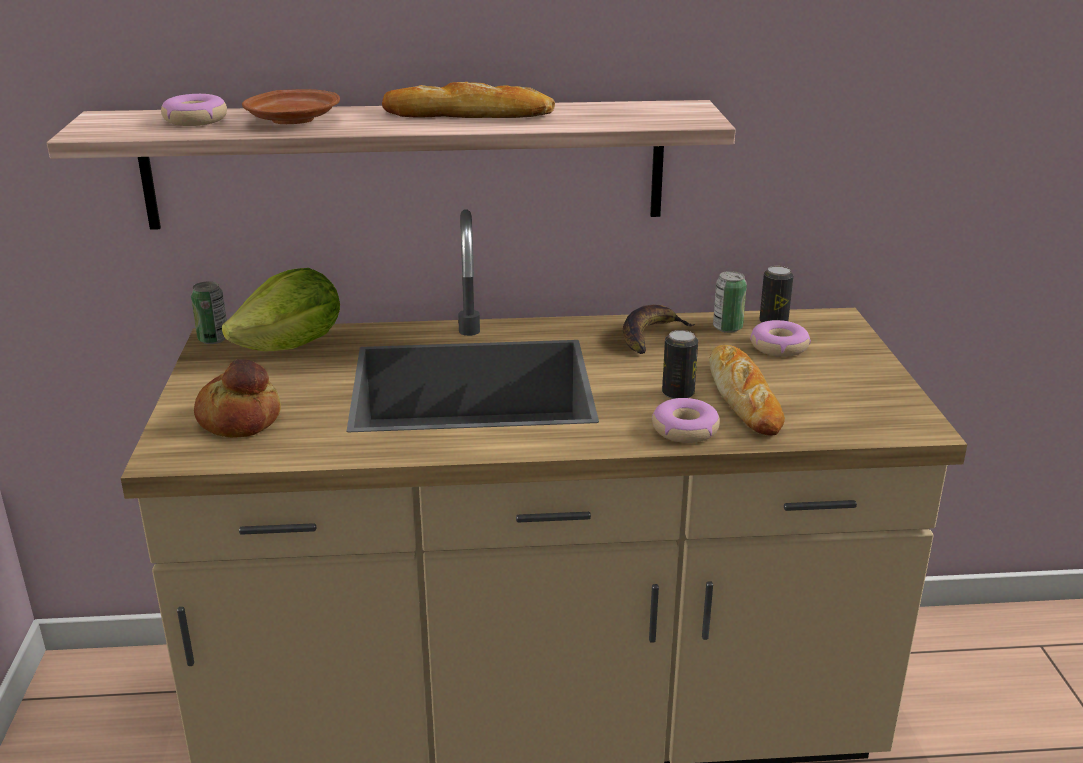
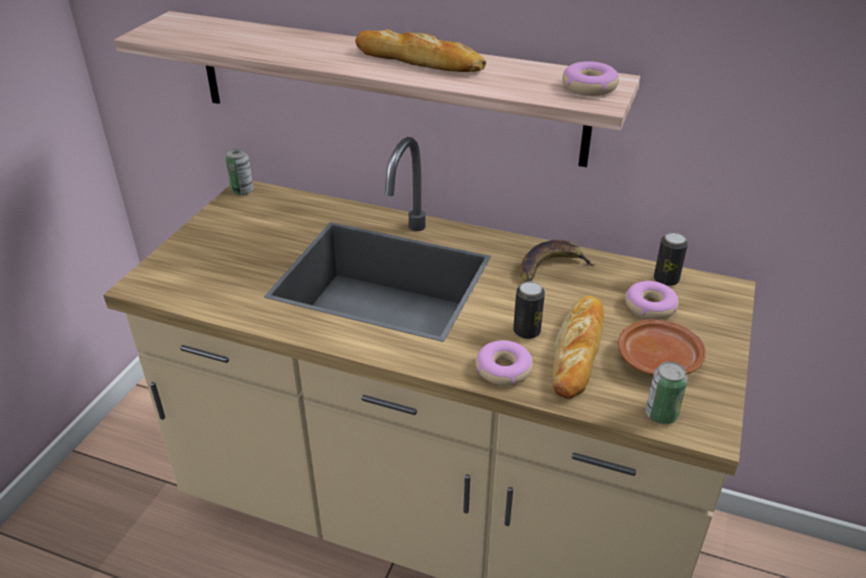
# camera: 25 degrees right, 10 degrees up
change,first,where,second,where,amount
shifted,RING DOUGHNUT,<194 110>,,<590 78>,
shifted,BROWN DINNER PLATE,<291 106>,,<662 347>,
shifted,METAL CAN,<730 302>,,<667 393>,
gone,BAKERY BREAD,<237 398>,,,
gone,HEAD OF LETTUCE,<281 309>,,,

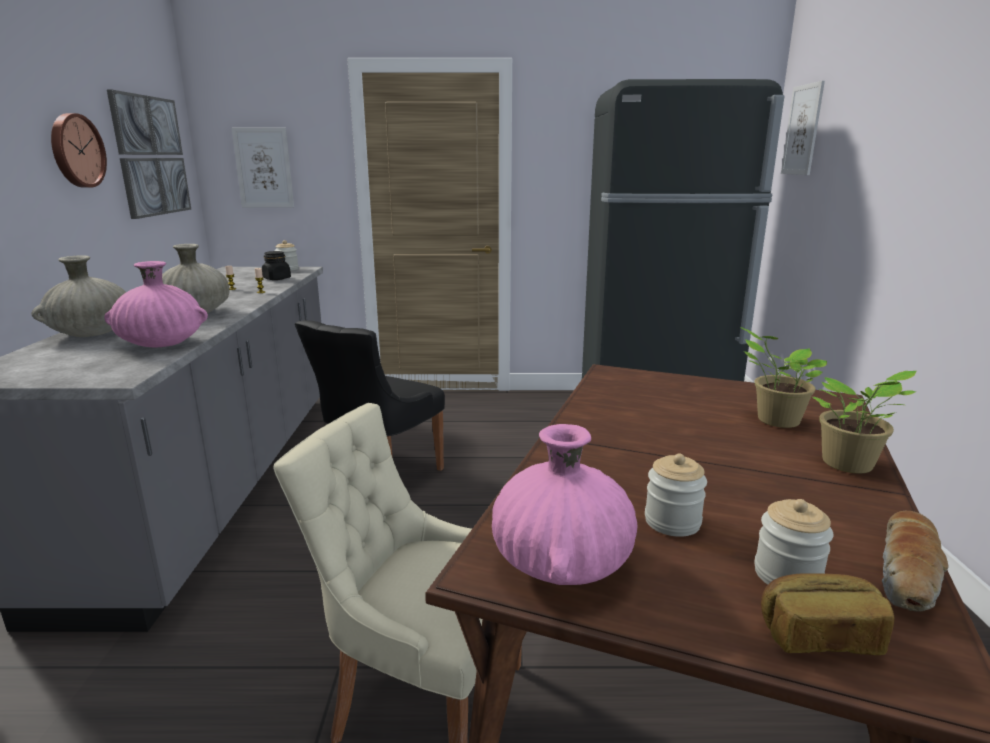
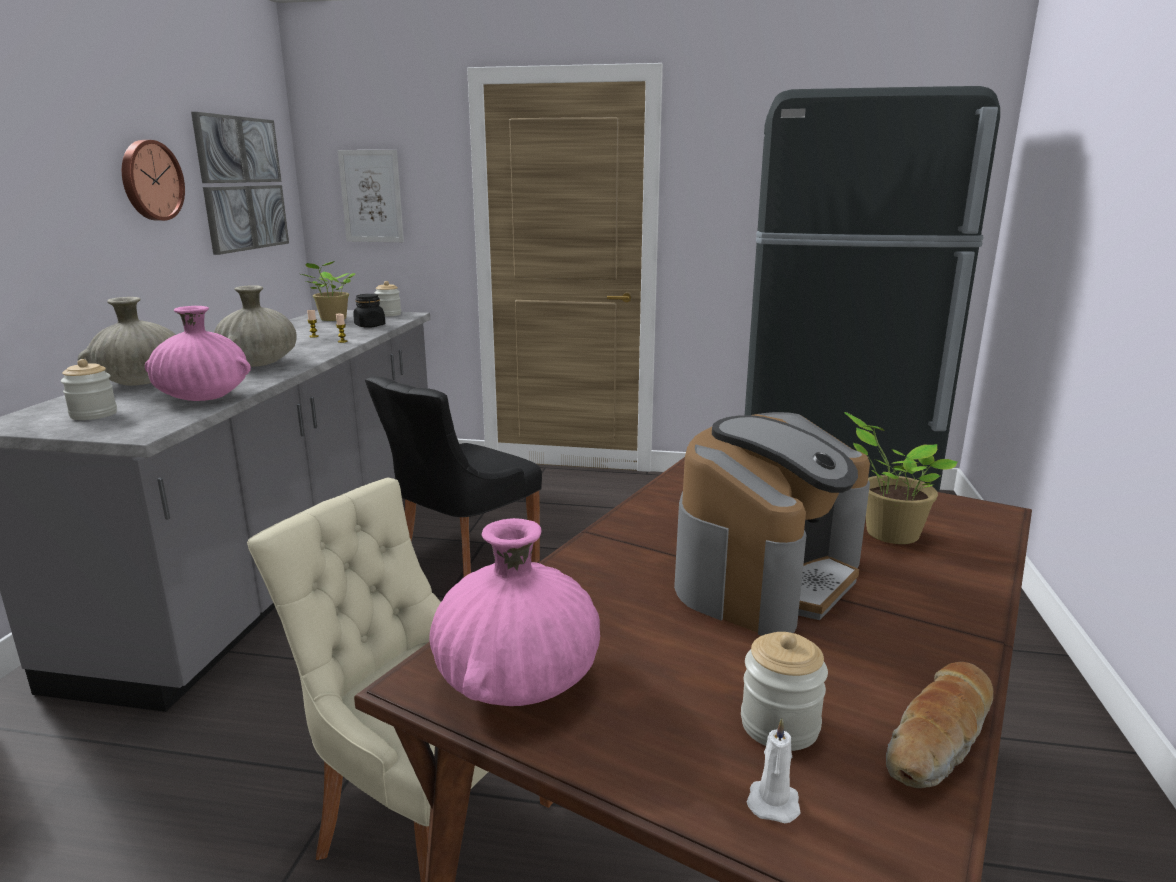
# camera: 10 degrees right, 0 degrees up
change,first,where,second,where,amount
shifted,JAR,<676 495>,,<89 389>,
shifted,PLANT IN A POT,<864 422>,,<328 291>,
new,,,COFFEE MAKER,<772 524>,
swapped,BAKERY BREAD,<827 614>,WHITISH WAX CANDLE,<774 770>,
gone,WALL ART,<803 128>,,,

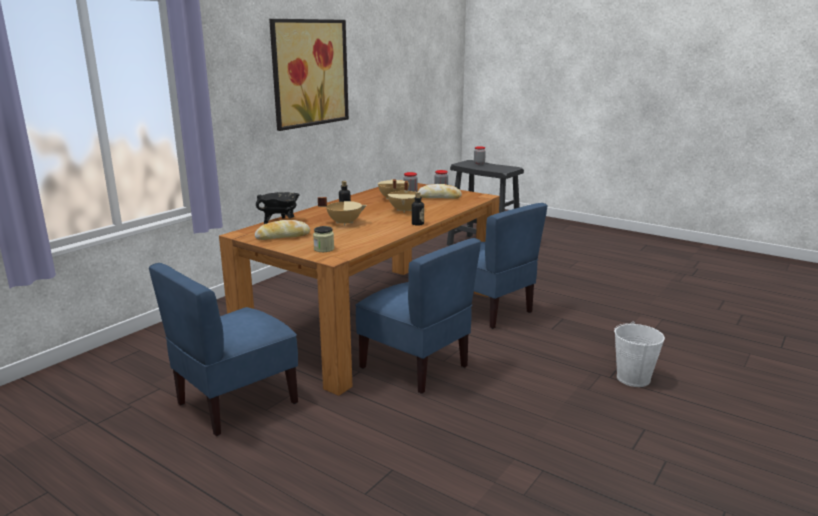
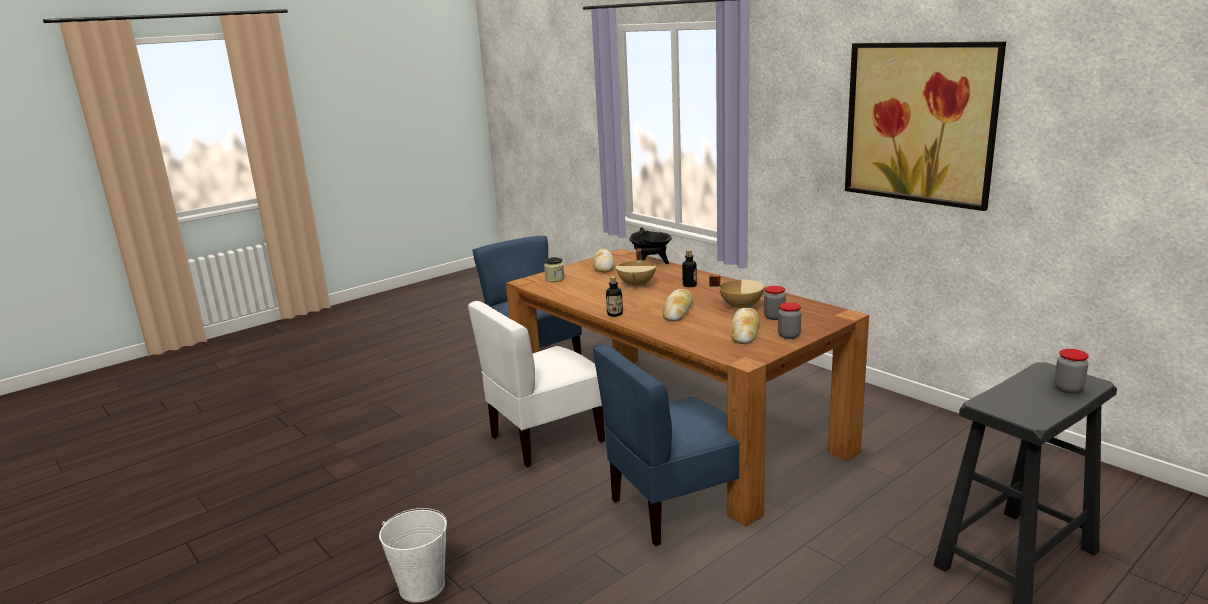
# camera: 105 degrees right, 0 degrees up
change,first,where,second,where,amount
repainted,BLUE-COLOURED UPRIGHT CHAIR,<418 316>,WHITISH UPRIGHT CHAIR,<536 384>,
swapped,SAND-COLOURED SAUCEPOT,<402 197>,BAKERY BREAD,<678 305>,

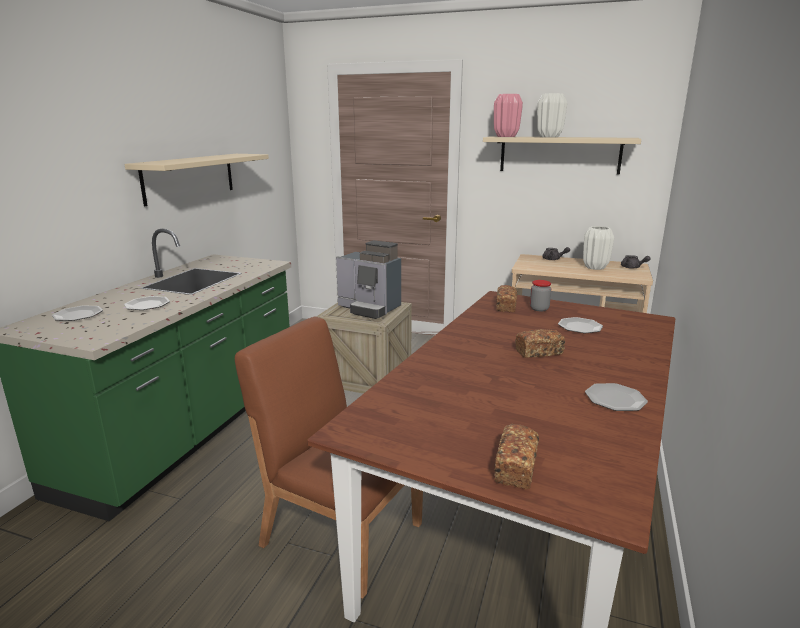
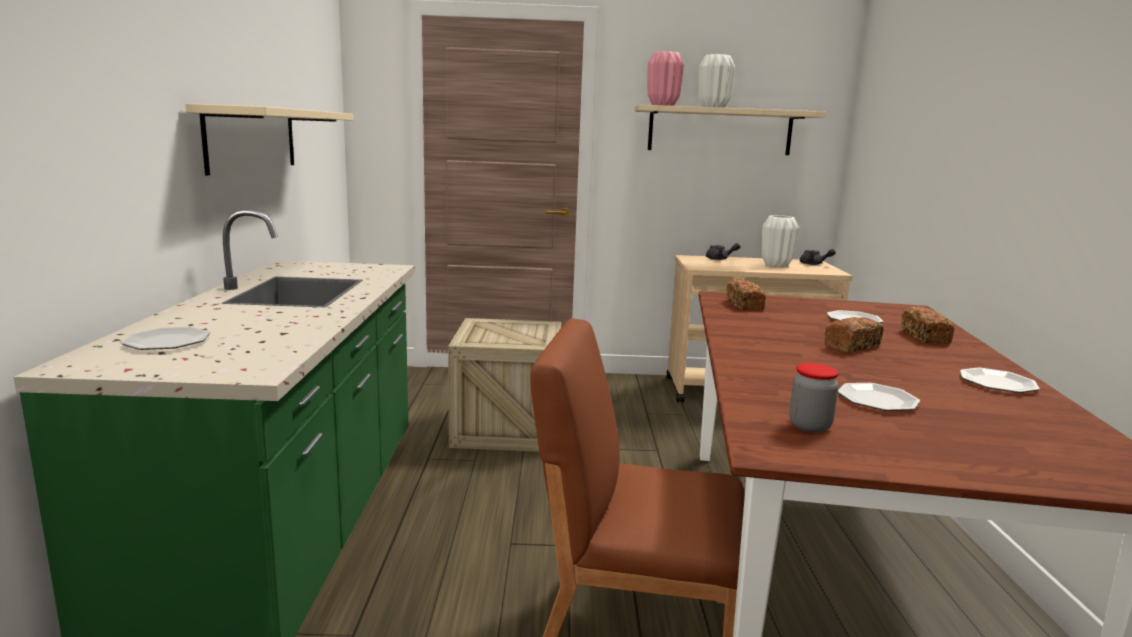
# camera: 20 degrees left, 5 degrees down
change,first,where,second,where,amount
shifted,JAR,<540 295>,,<814 398>,
shifted,DINNER PLATE,<147 303>,,<879 397>,
shifted,BAKERY BREAD,<517 457>,,<927 325>,
gone,COFFEE MAKER,<368 279>,,,

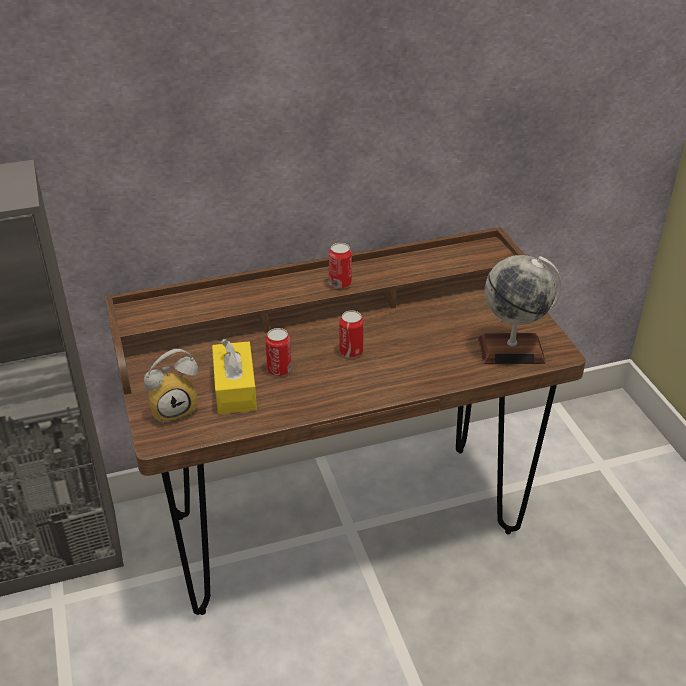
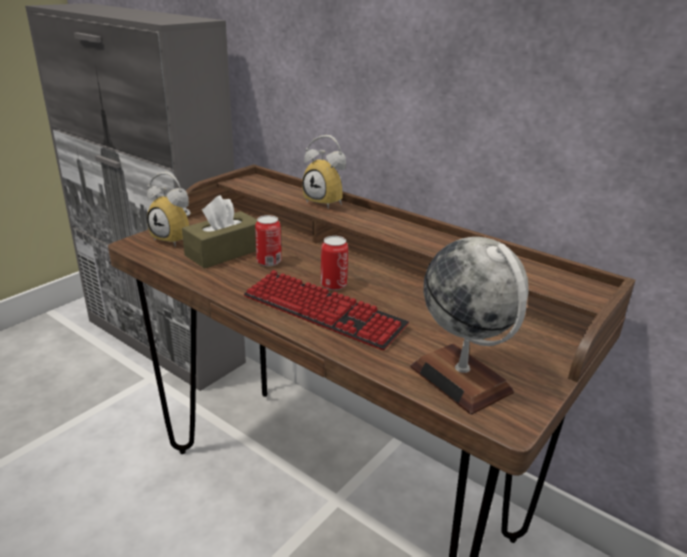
# camera: 55 degrees right, 10 degrees down
change,first,where,second,where,amount
repainted,YELLOW-COLOURED BOX OF TISSUES,<234 376>,BROWN BOX OF TISSUES,<219 232>,
new,,,PC KEYBOARD,<326 310>,
new,,,ALARM CLOCK,<324 172>,
gone,METAL CAN,<340 266>,,,

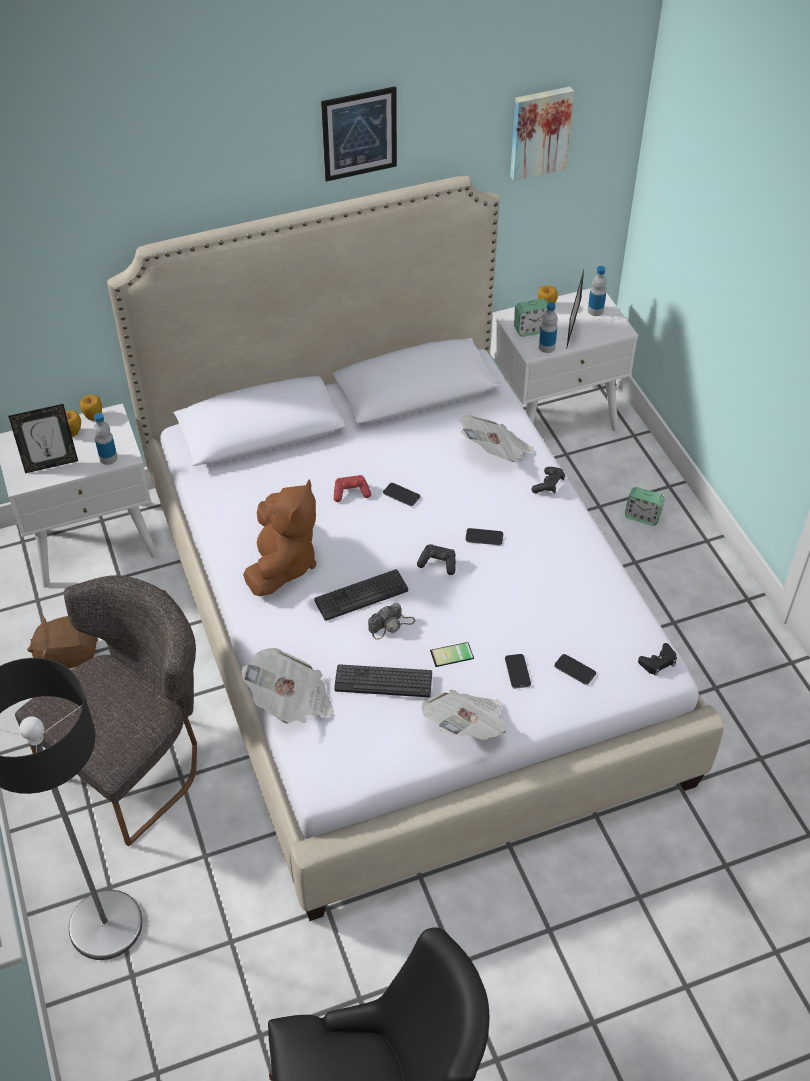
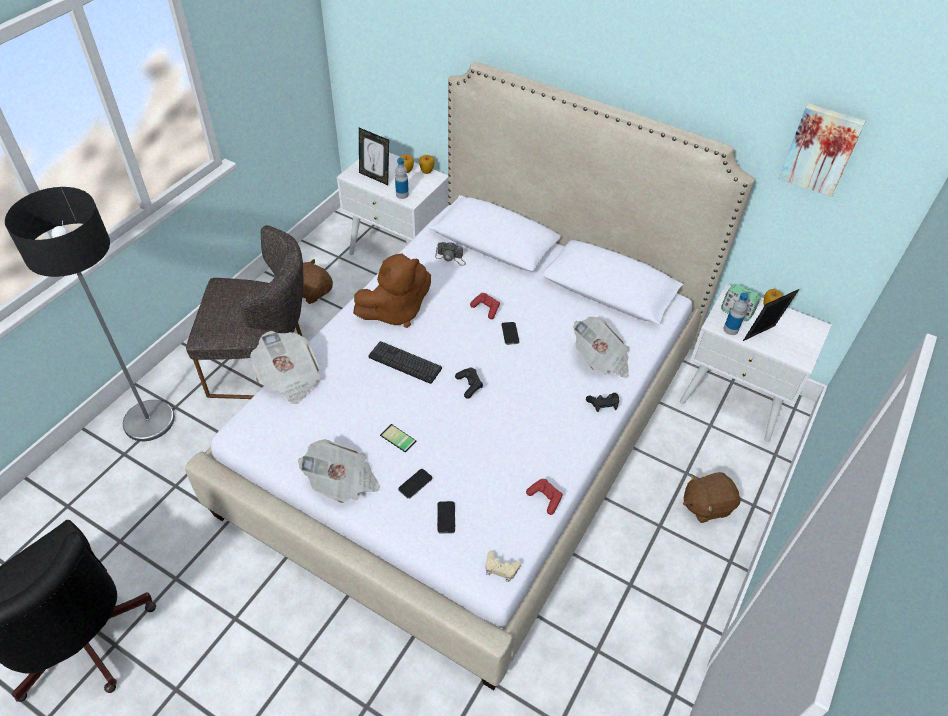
# camera: 50 degrees right, 0 degrees up
change,first,where,second,where,amount
shifted,STILL CAMERA,<391 621>,,<450 254>,
repainted,BLACKISH GAME CONTROLLER,<657 659>,SAND-COLOURED GAME CONTROLLER,<503 566>,
new,,,RED-COLOURED GAME CONTROLLER,<544 497>,
swapped,ALARM CLOCK,<645 506>,BROWN SOFT TOY,<712 497>,
gone,WALL ART,<359 133>,,,
gone,PC KEYBOARD,<383 680>,,,
gone,HANDSET,<484 536>,,,
gone,BEVERAGE BOTTLE,<597 291>,,,

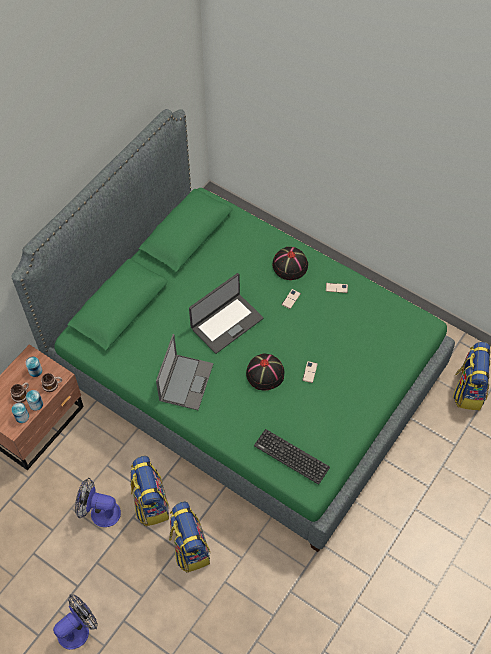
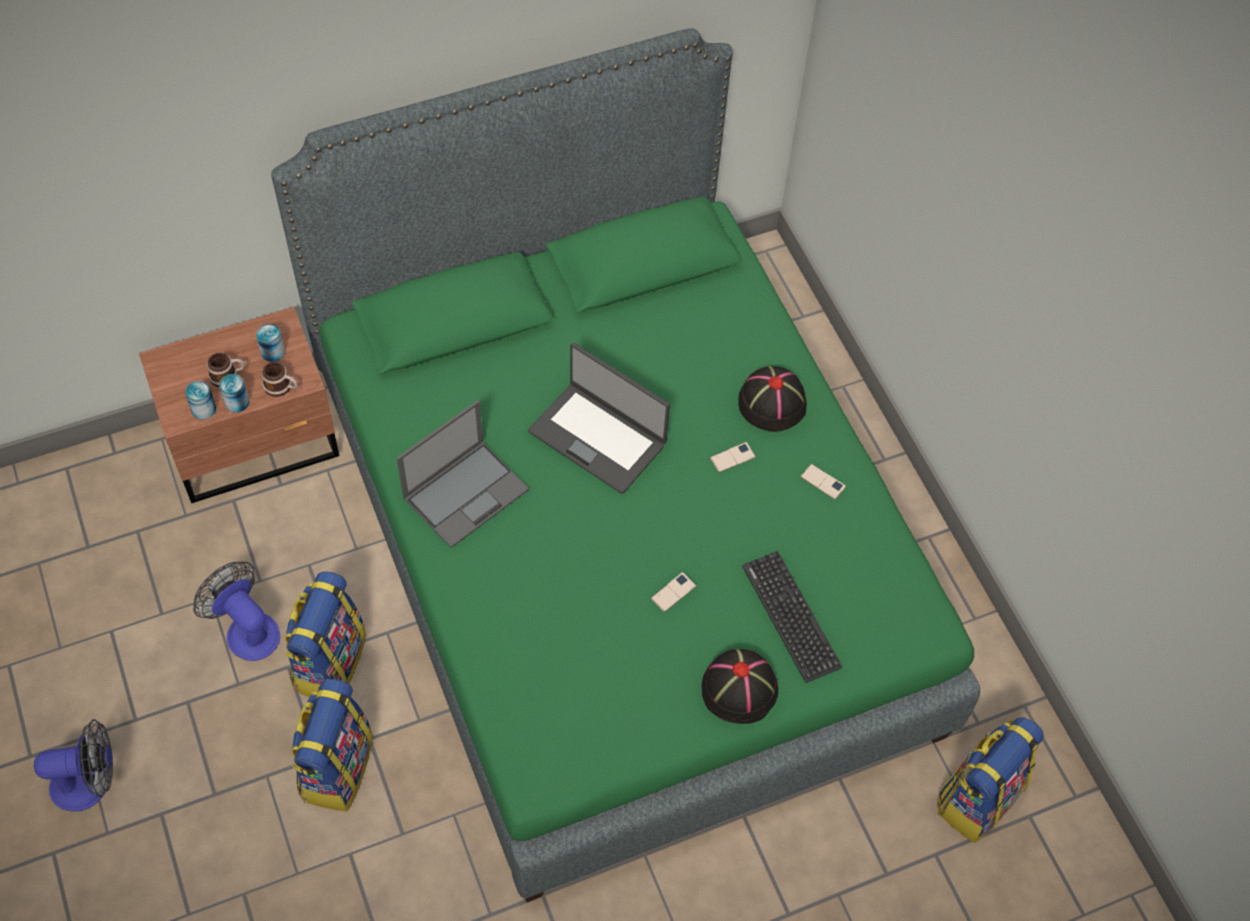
# camera: 30 degrees right, 0 degrees up
change,first,where,second,where,amount
rotated,LAPTOP,<226 313>,,<599 418>,45 degrees clockwise
shifted,BLACKISH HAT,<265 372>,,<739 686>,
shifted,PC KEYBOARD,<292 457>,,<792 617>,

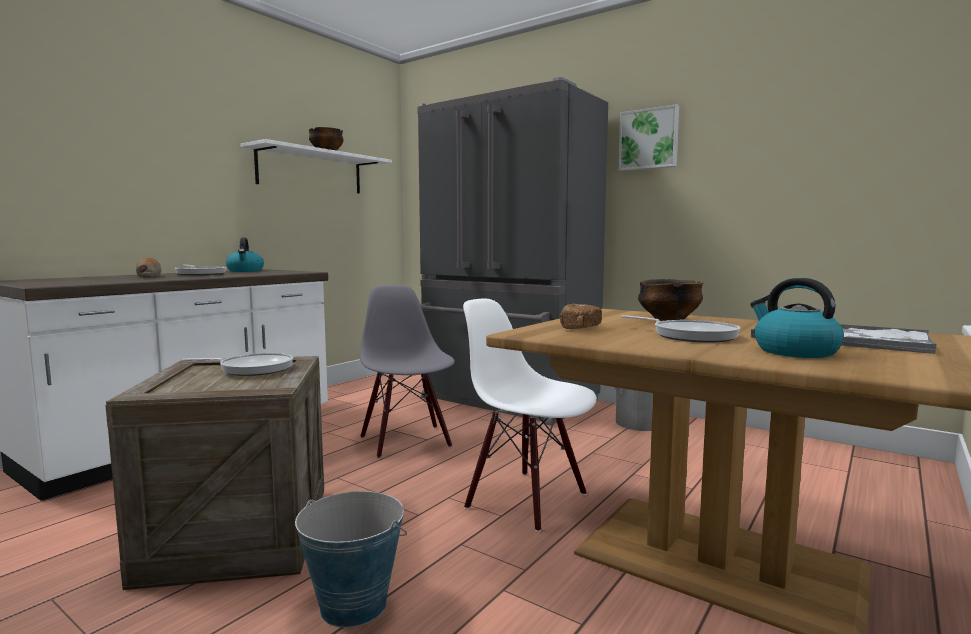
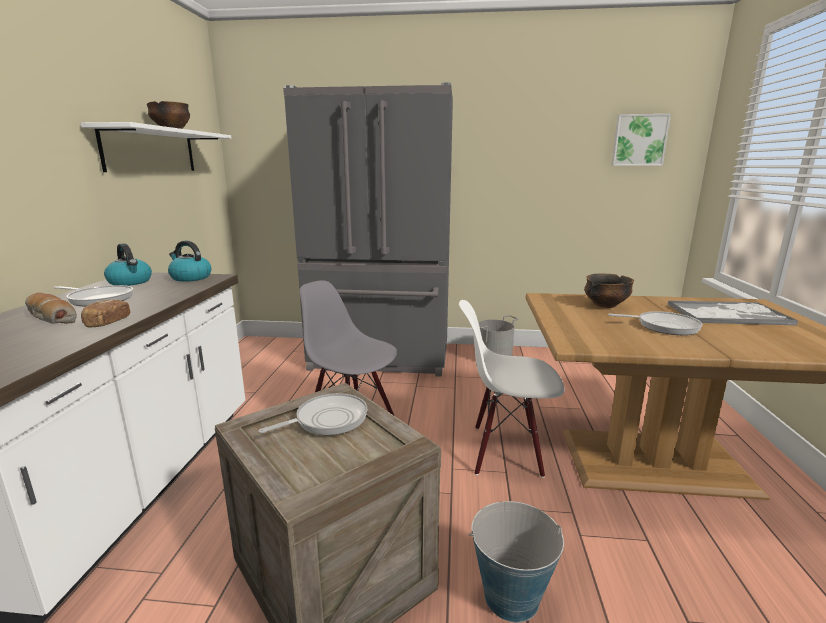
# camera: 30 degrees left, 10 degrees up
change,first,where,second,where,amount
shifted,BAKERY BREAD,<581 316>,,<105 313>,
shifted,KETTLE,<797 318>,,<189 261>,
shifted,WALL ART,<648 137>,,<641 140>,

